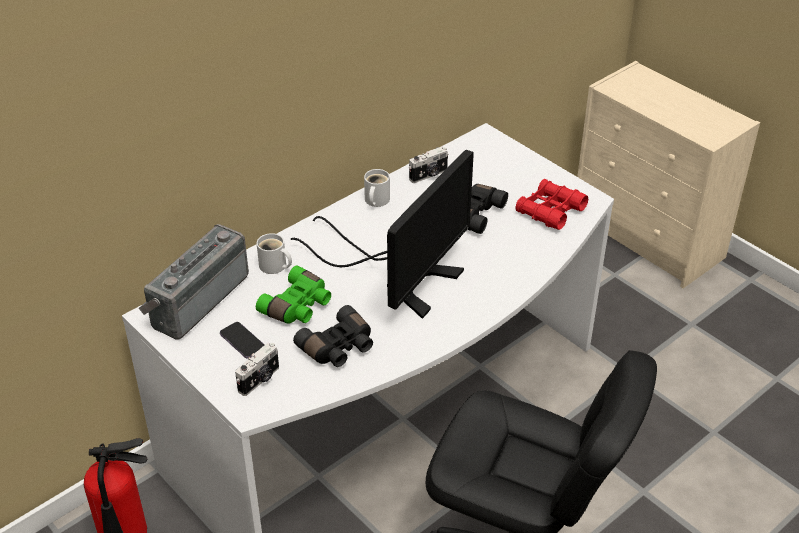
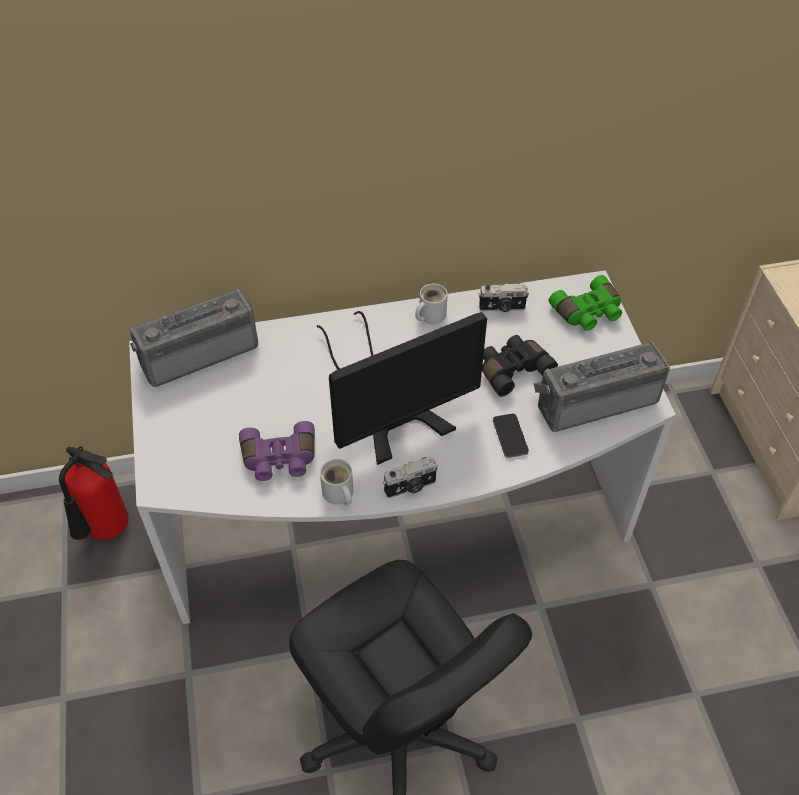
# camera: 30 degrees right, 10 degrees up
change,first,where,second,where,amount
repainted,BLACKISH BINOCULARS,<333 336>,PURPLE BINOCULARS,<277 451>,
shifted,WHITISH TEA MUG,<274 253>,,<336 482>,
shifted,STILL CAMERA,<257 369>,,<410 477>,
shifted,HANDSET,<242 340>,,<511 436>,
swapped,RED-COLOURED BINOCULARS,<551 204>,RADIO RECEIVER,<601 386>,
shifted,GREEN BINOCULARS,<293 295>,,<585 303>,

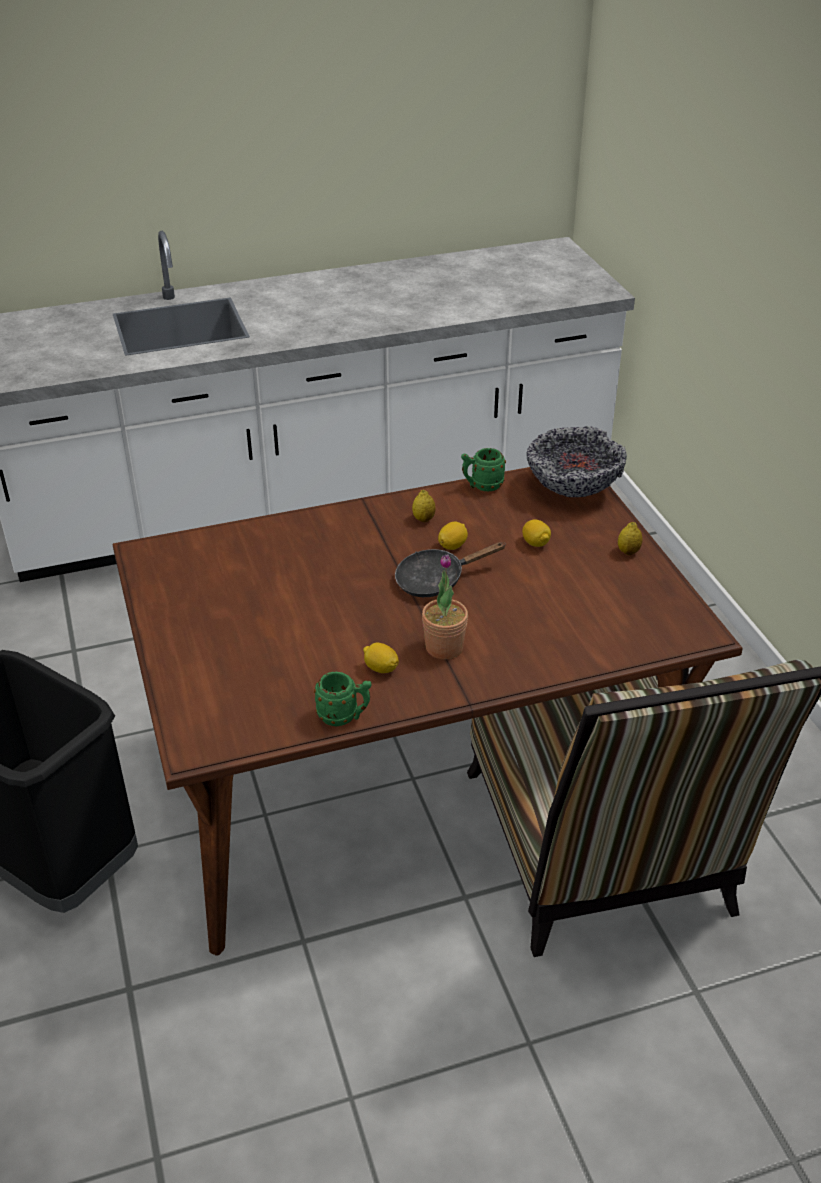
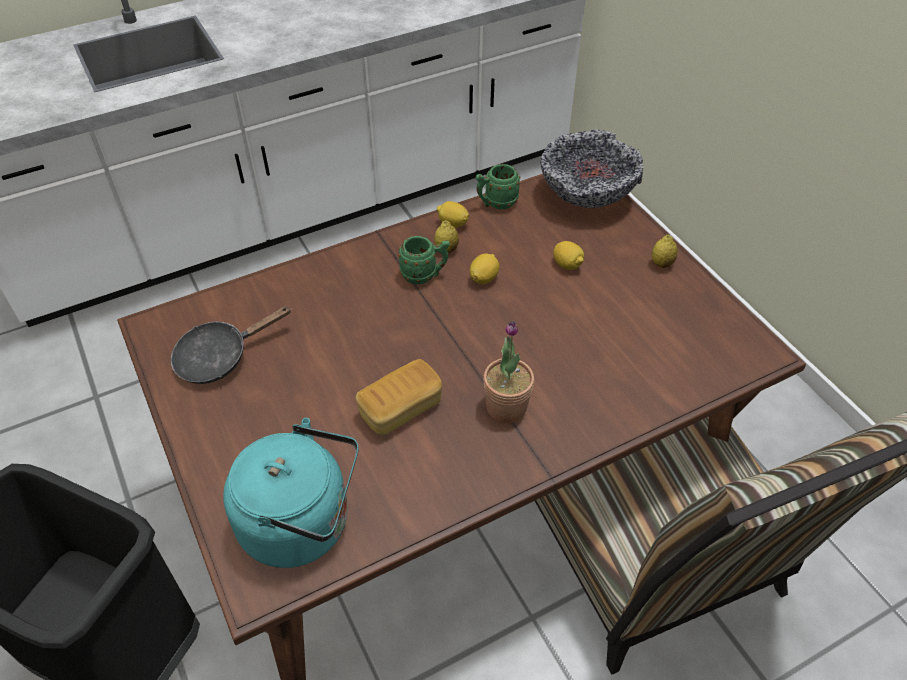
# camera: 10 degrees left, 10 degrees up
change,first,where,second,where,amount
shifted,BLACKISH PAN,<450 569>,,<231 345>,
new,,,BLUE-GREEN KETTLE,<291 493>,
new,,,BAKERY BREAD,<399 397>,
shifted,GREEN TEA MUG,<342 698>,,<424 260>,
shifted,LEMON,<381 658>,,<453 214>,

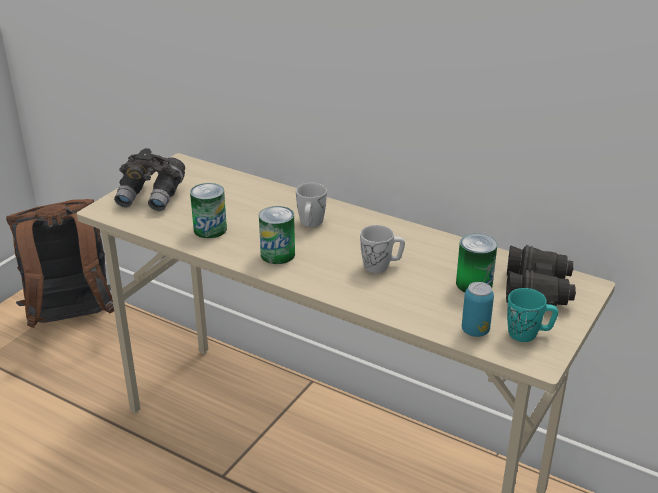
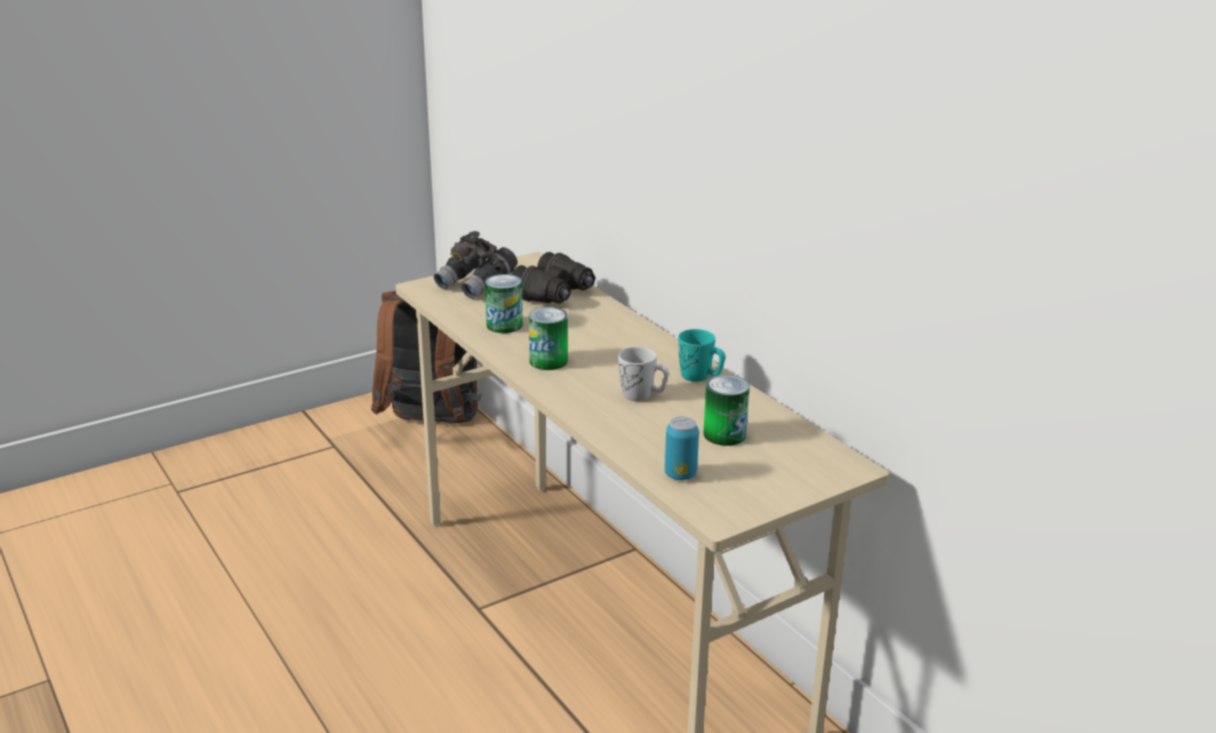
# camera: 25 degrees right, 5 degrees down
change,first,where,second,where,amount
shifted,BLACKISH BINOCULARS,<541 275>,,<553 278>,
shifted,BLUE-GREEN TEA MUG,<532 315>,,<701 355>,
gone,WHITISH TEA MUG,<311 205>,,,

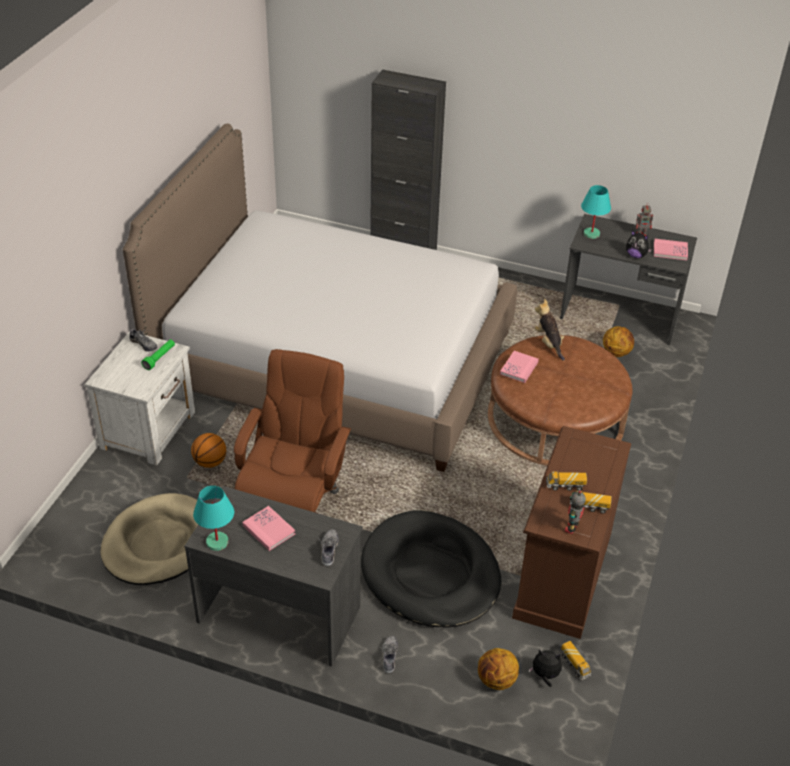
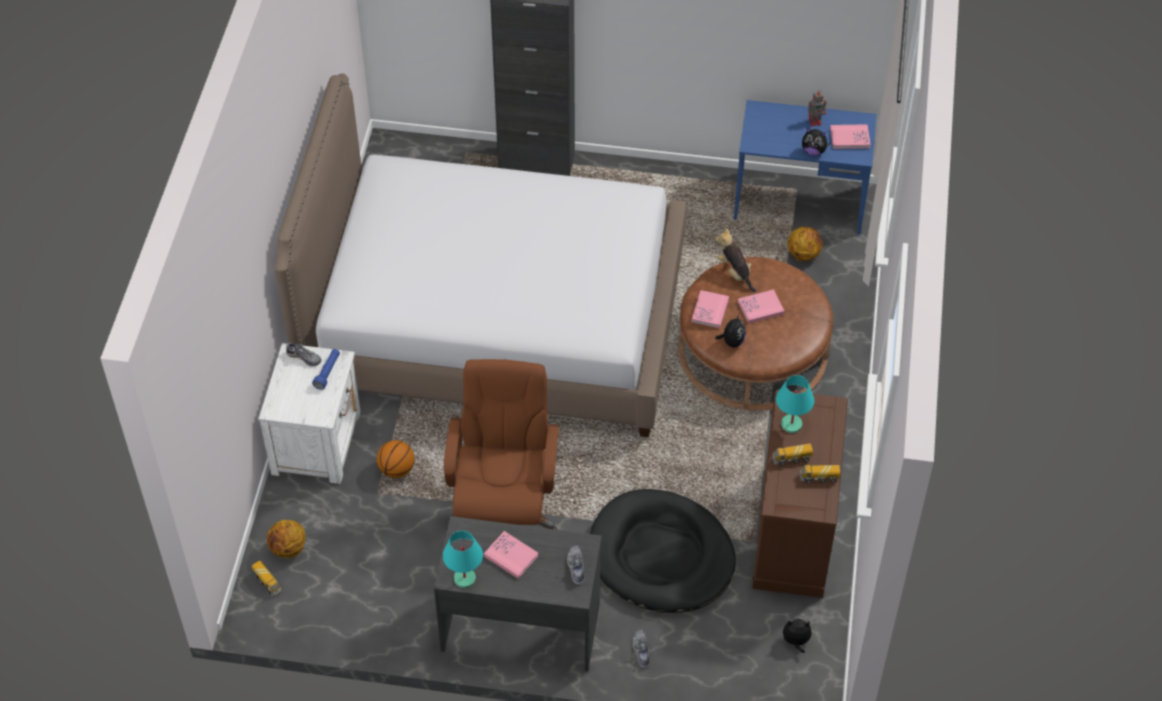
# camera: 10 degrees left, 10 degrees up
change,first,where,second,where,amount
shifted,TOY LORRY,<576 660>,,<267 578>,
shifted,BASKETBALL BALL,<498 669>,,<286 539>,
repainted,GREEN TORCH,<158 354>,BLUE-COLOURED TORCH,<326 369>,
new,,,SOFT TOY,<730 330>,
repainted,GREY DESK UNIT,<628 279>,BLUE-COLOURED DESK UNIT,<805 167>,
new,,,PINK BOUND BOOK,<761 306>,
shifted,BLUE-GREEN LAMP FOR A TABLE,<596 212>,,<795 404>,
gone,SAND-COLOURED DOG CUSHION,<149 539>,,,
gone,MODEL ROBOT,<575 512>,,,

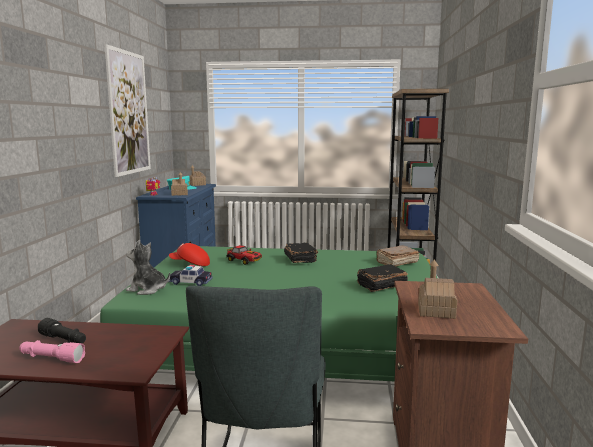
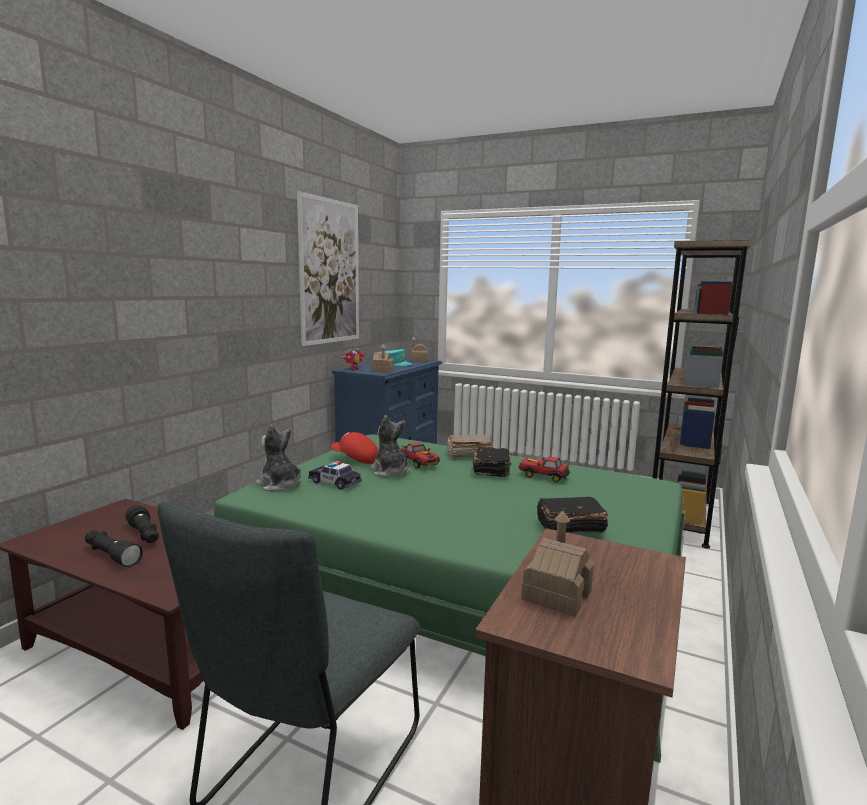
# camera: 20 degrees right, 0 degrees up
change,first,where,second,where,amount
repainted,PINK TORCH,<52 351>,BLACKISH TORCH,<114 548>,
new,,,SOFT TOY,<390 446>,
shifted,BROWN BOUND BOOK,<397 255>,,<469 446>,
new,,,MINIATURE CAR,<544 469>,

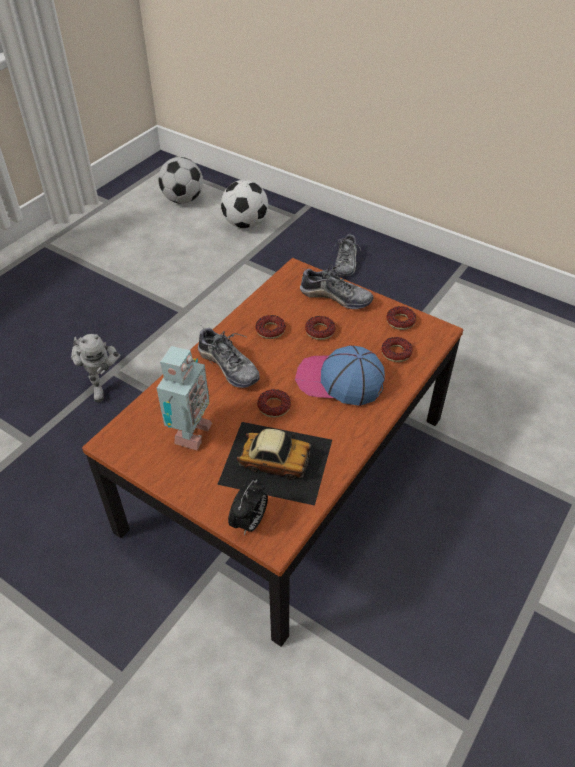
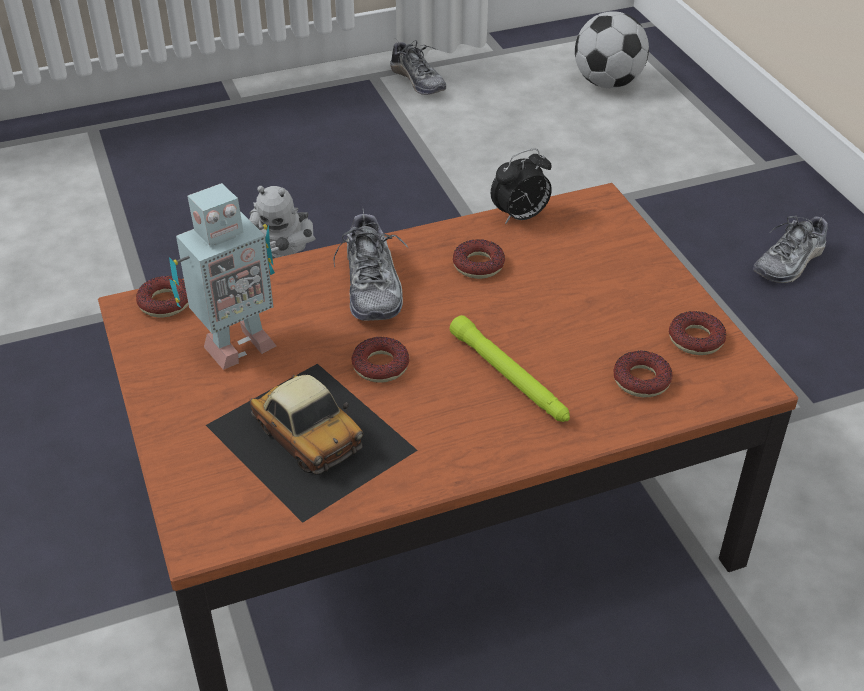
# camera: 35 degrees right, 5 degrees down
change,first,where,second,where,amount
shifted,RING DOUGHNUT,<320 328>,,<162 296>,
shifted,LOW SHOE,<336 287>,,<418 67>,
swapped,CAP,<340 375>,GREEN TORCH,<510 368>,
shifted,ALARM CLOCK,<248 507>,,<521 186>,
gone,FOOTBALL,<244 204>,,,

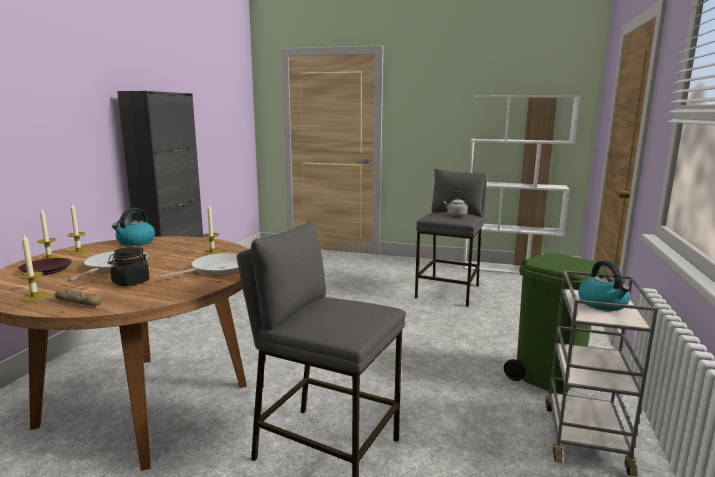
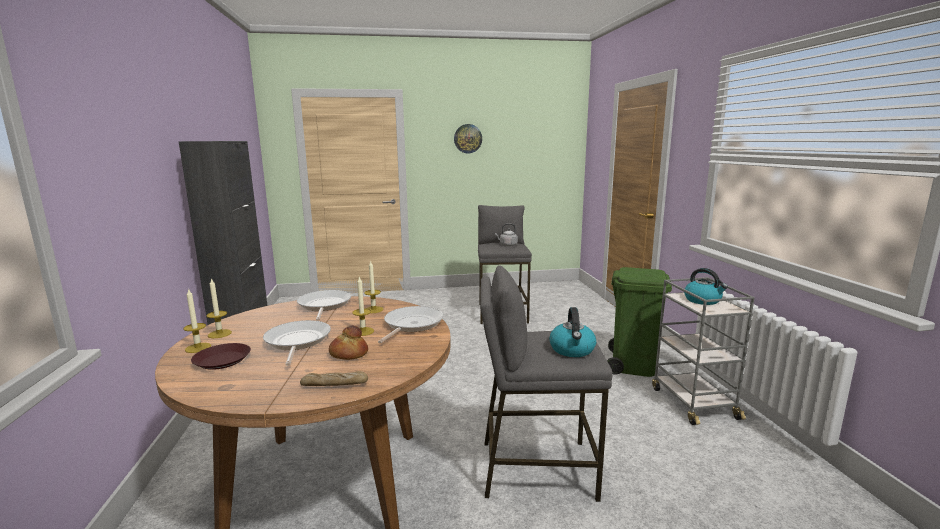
# camera: 25 degrees left, 0 degrees up
change,first,where,second,where,amount
new,,,PAN,<324 305>,
swapped,BLACKISH JAR,<128 266>,BAKERY BREAD,<348 342>,
shifted,WAX CANDLE,<33 268>,,<363 306>,
new,,,WALL CLOCK,<468 138>,
shifted,KETTLE,<133 227>,,<572 332>,
gone,WHITISH SHELVING UNIT,<522 184>,,,

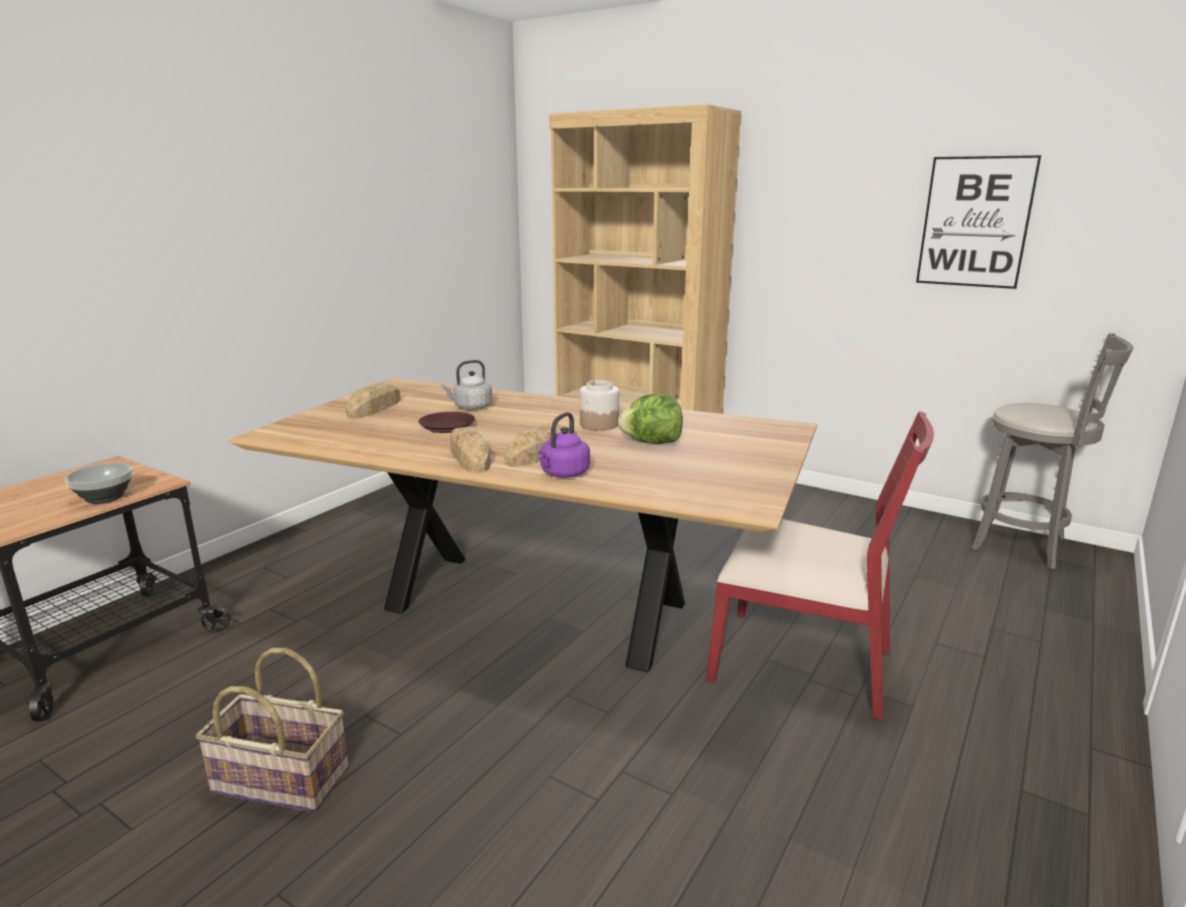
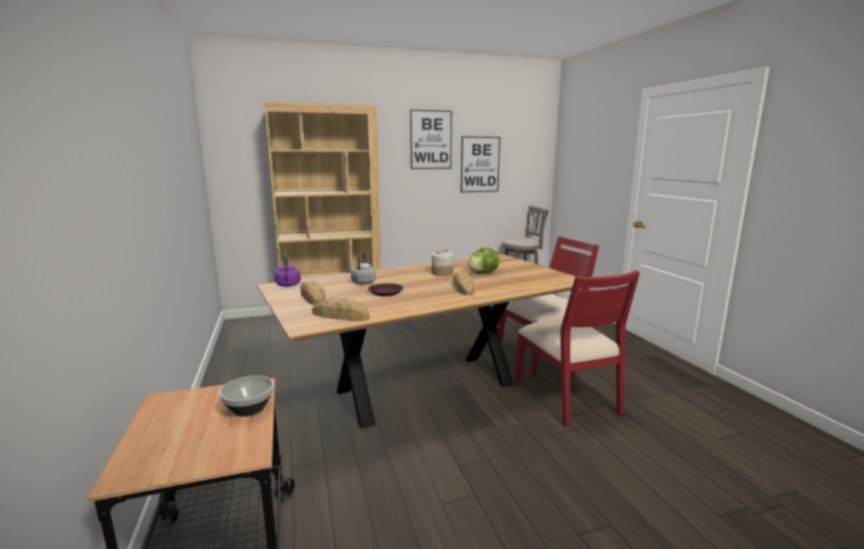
# camera: 50 degrees left, 5 degrees down
change,first,where,second,where,amount
shifted,PURPLE KETTLE,<564 444>,,<288 271>,
shifted,BAKERY BREAD,<470 449>,,<341 309>,
new,,,WALL ART,<431 139>,
new,,,RED-COLOURED UPRIGHT CHAIR,<577 349>,
gone,BASKET,<272 730>,,,

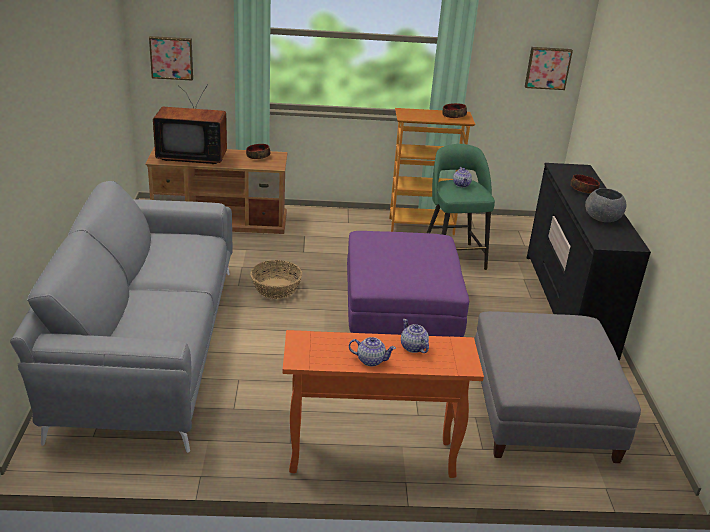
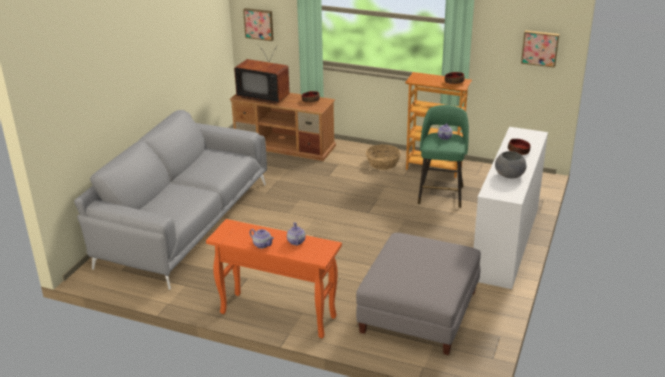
# camera: 25 degrees right, 0 degrees up
change,first,where,second,where,amount
shifted,BASKET,<276 279>,,<383 157>,
repainted,BLACKISH DRAWER CHEST,<589 261>,WHITISH DRAWER CHEST,<511 208>,
gone,PURPLE OTTOMAN,<408 284>,,,

